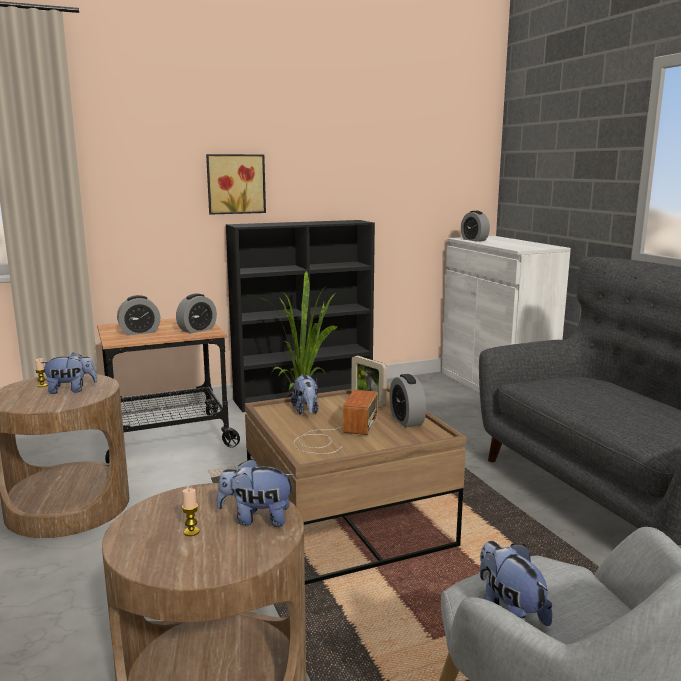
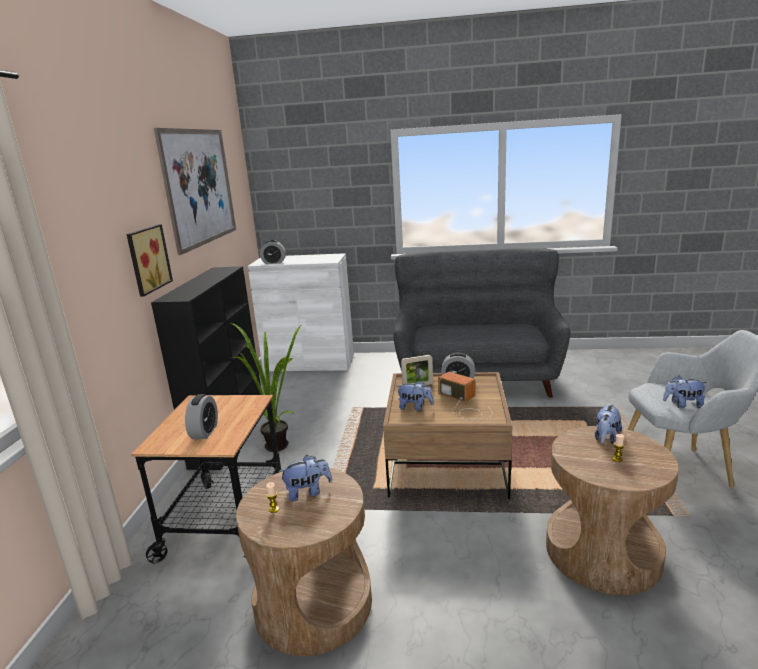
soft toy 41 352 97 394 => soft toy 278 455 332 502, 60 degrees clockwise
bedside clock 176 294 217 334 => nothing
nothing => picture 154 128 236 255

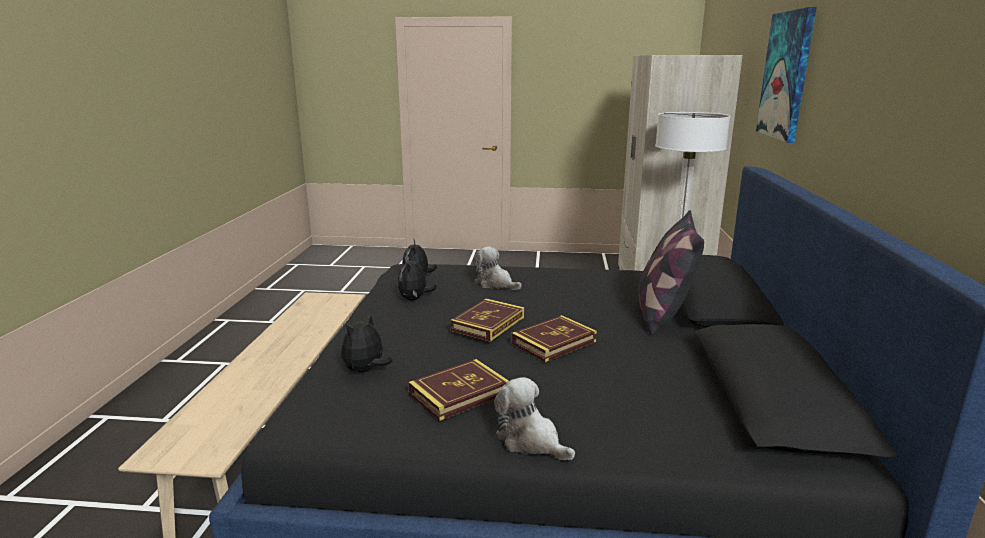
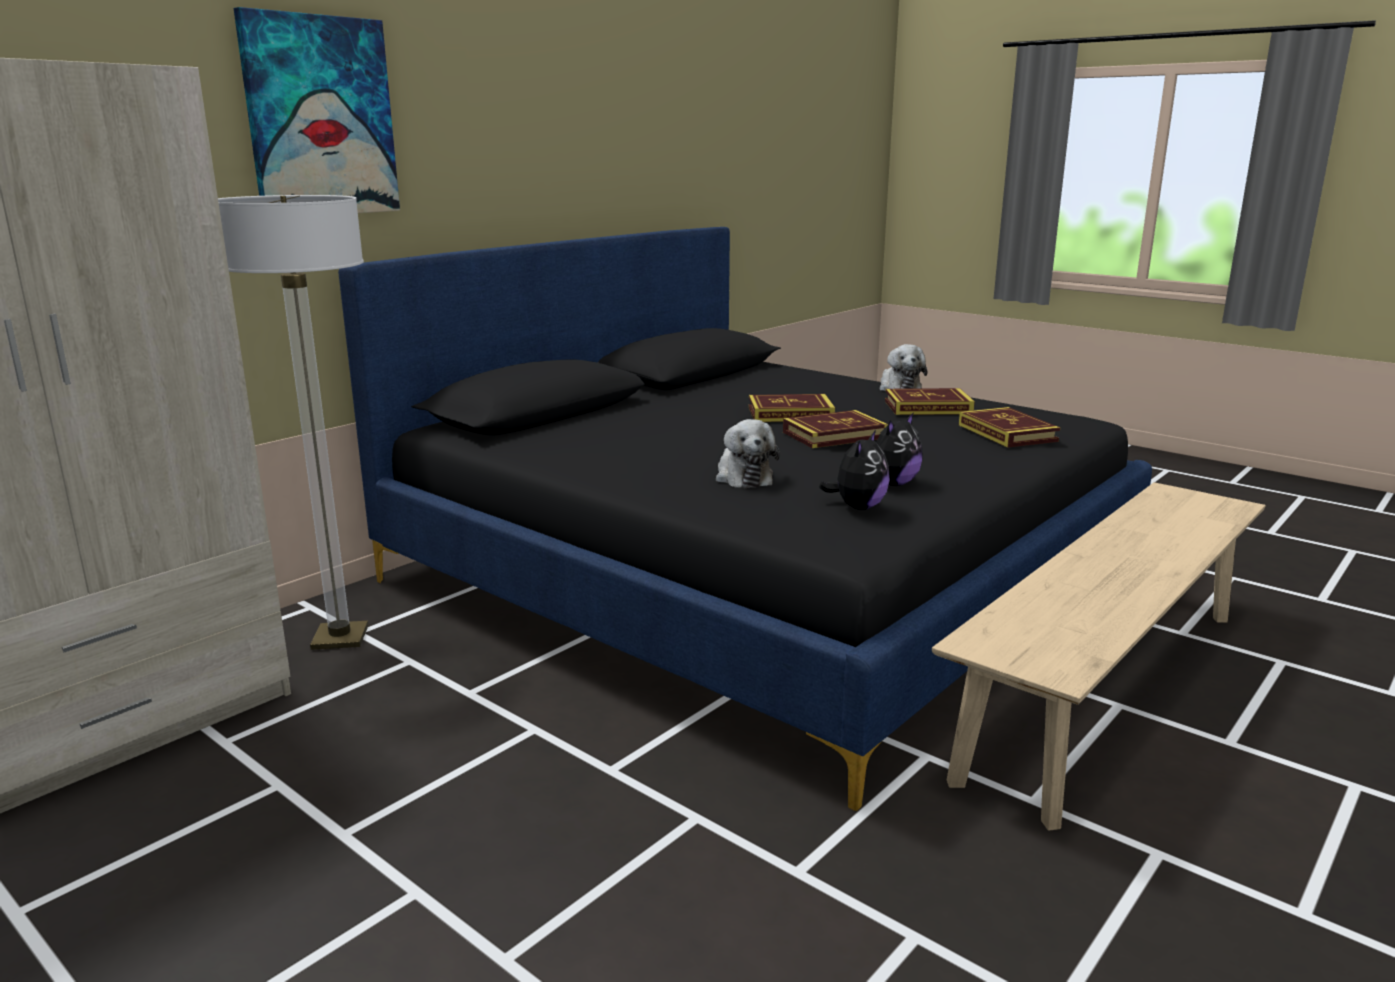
soft toy 341 314 392 372 => book 959 407 1060 448
throw pillow 638 210 704 335 => nothing

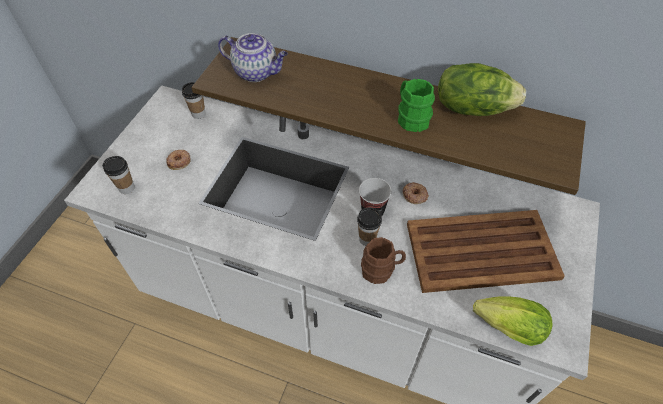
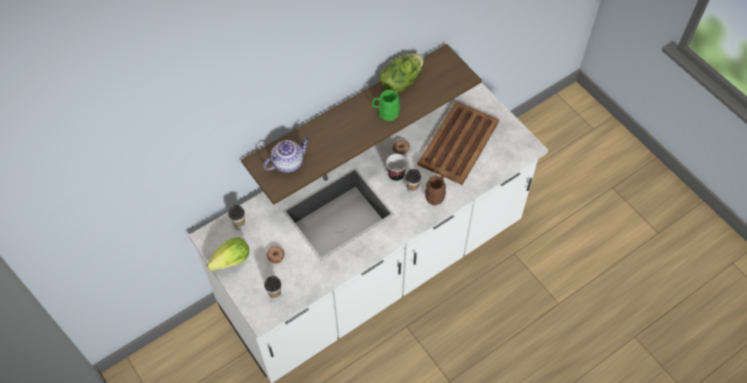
head of lettuce 473 296 552 346 => head of lettuce 206 237 249 271, move

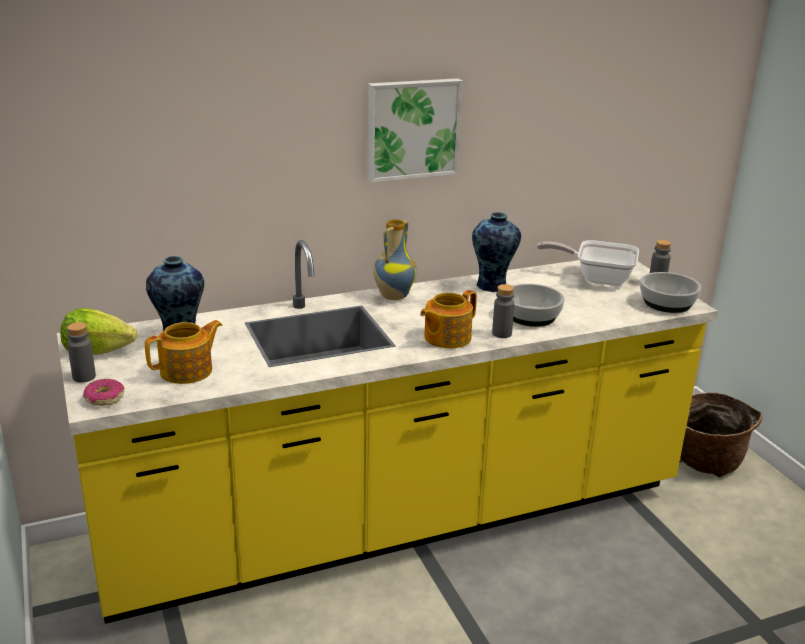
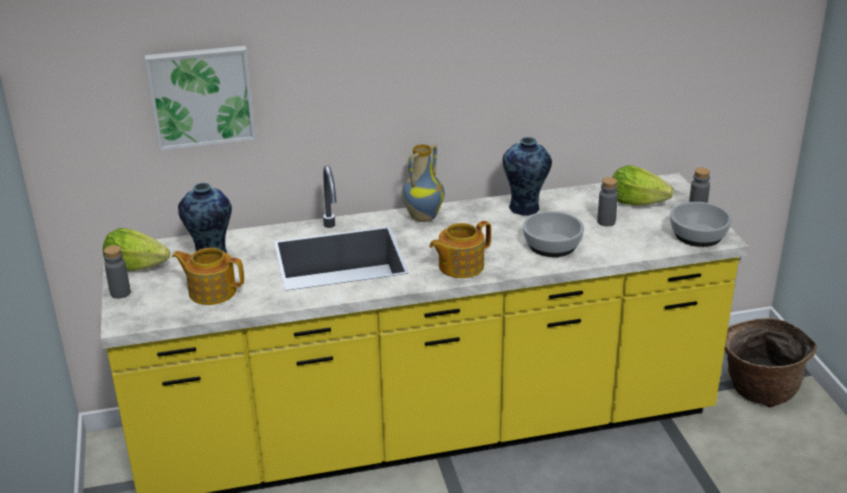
donut 83 379 124 406 => nothing
tea pot 145 320 222 384 => tea pot 172 248 244 305, 135 degrees counterclockwise
picture 367 78 463 183 => picture 145 46 256 151, move
greyish beverage bottle 492 284 515 338 => greyish beverage bottle 597 177 618 226, move
skillet 537 240 639 286 => head of lettuce 612 165 673 206

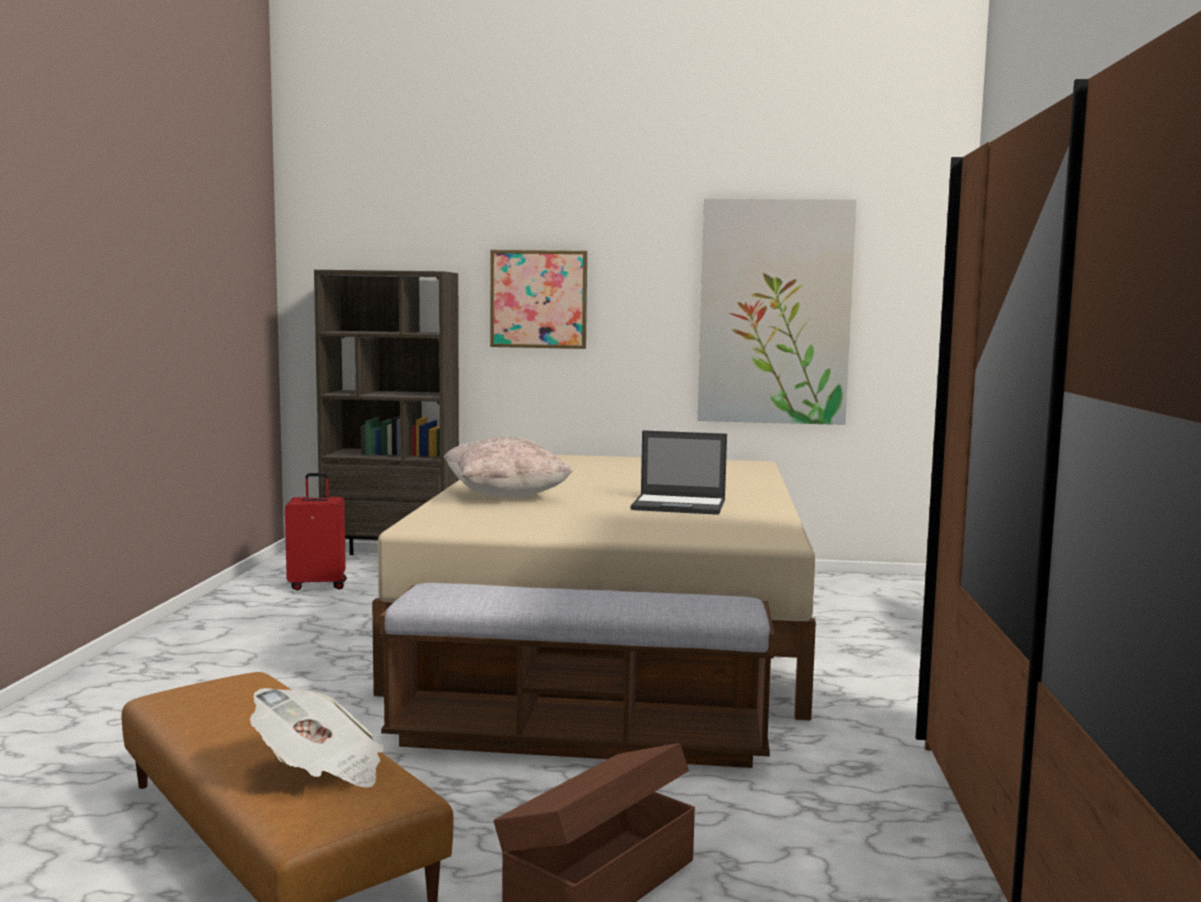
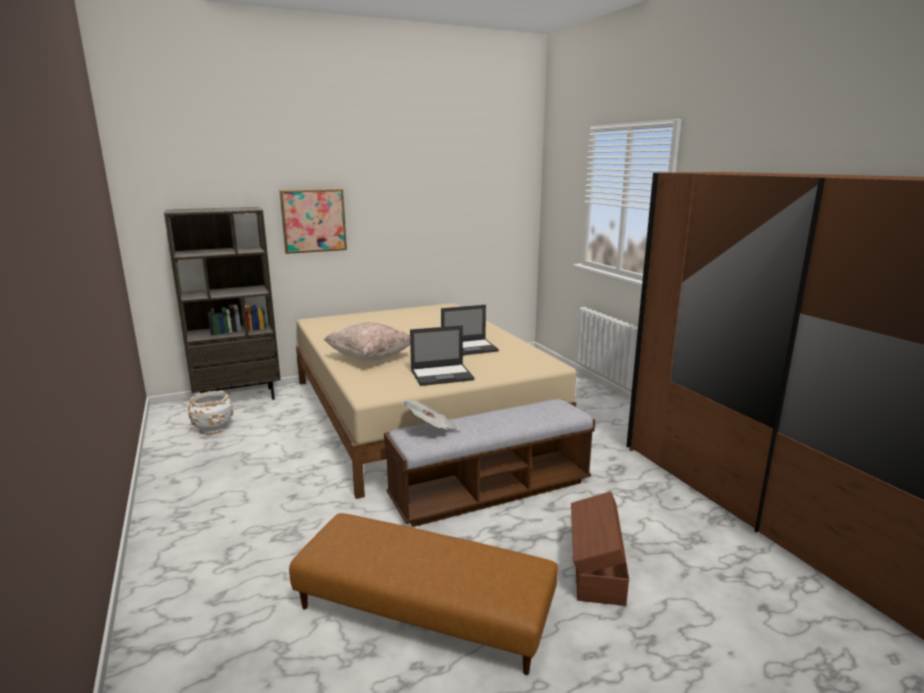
newspaper 250 688 384 788 => newspaper 401 400 461 430, move
red-coloured travel case 285 473 347 591 => whitish flower pot 188 391 233 435
picture 698 199 856 425 => nothing
nothing => portable computer 410 325 475 386

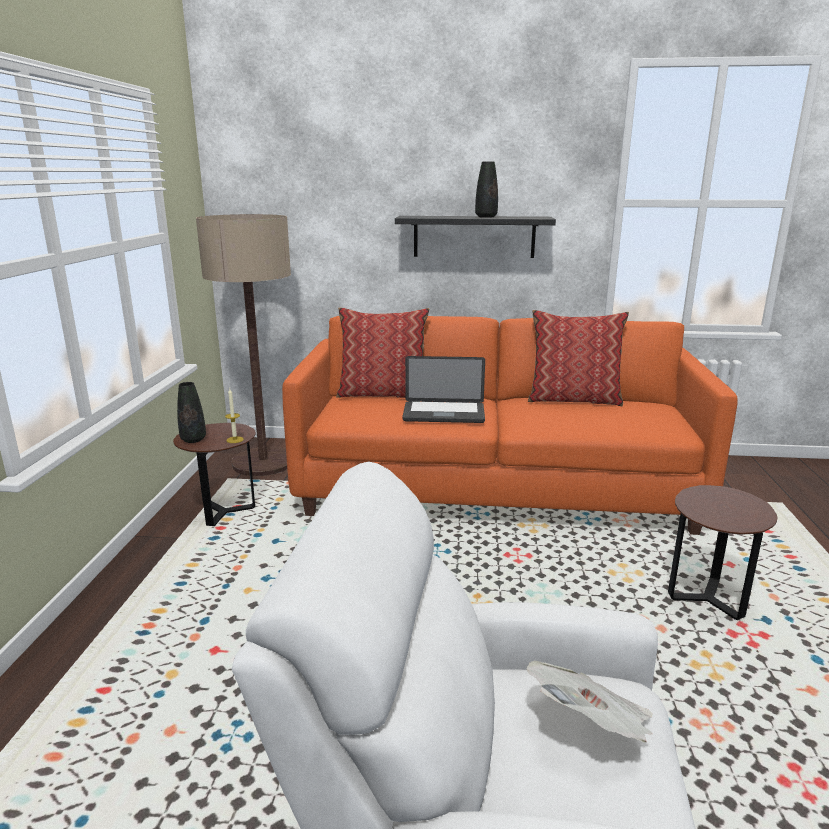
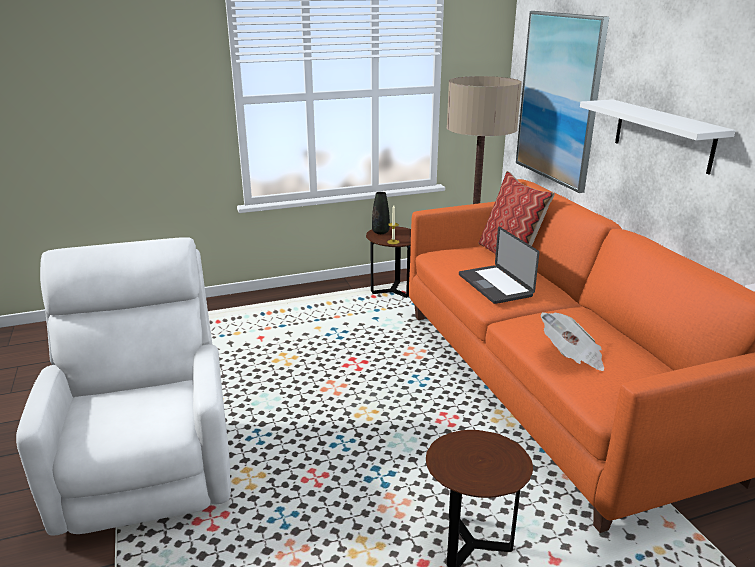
black-coloured bracket shelf 395 216 556 258 => whitish bracket shelf 580 99 736 175
black-coloured decorative vase 475 162 498 218 => nothing
newspaper 527 661 653 743 => newspaper 541 312 605 371, move
throw pillow 528 310 629 406 => nothing
nothing => picture 516 11 609 193

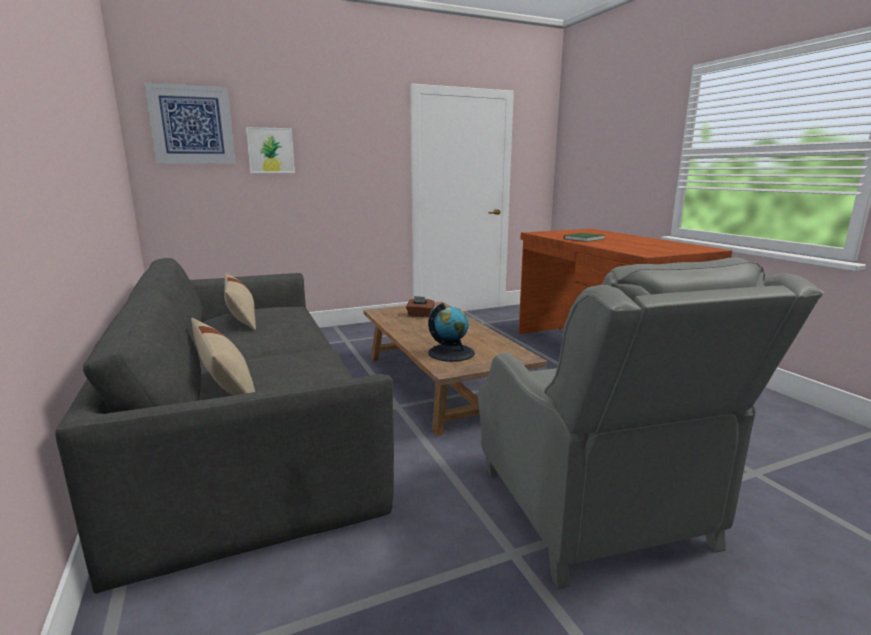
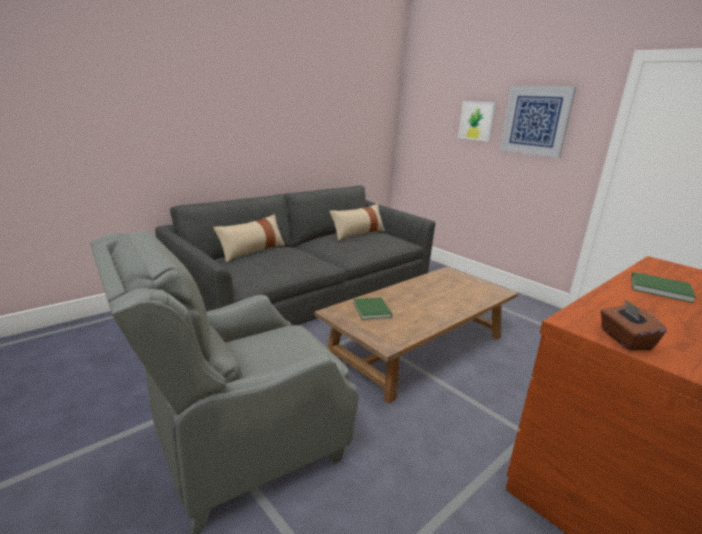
picture 144 82 236 164 => picture 500 86 576 158, move
brown tissue box 406 296 435 317 => brown tissue box 600 299 667 350, move
world globe 428 303 475 362 => green-coloured book 353 297 392 320

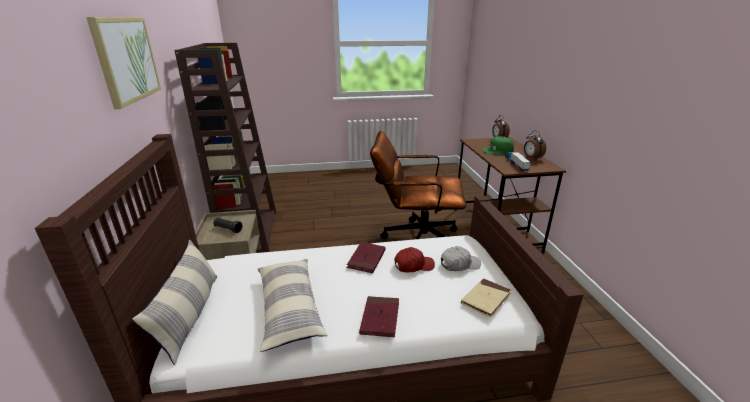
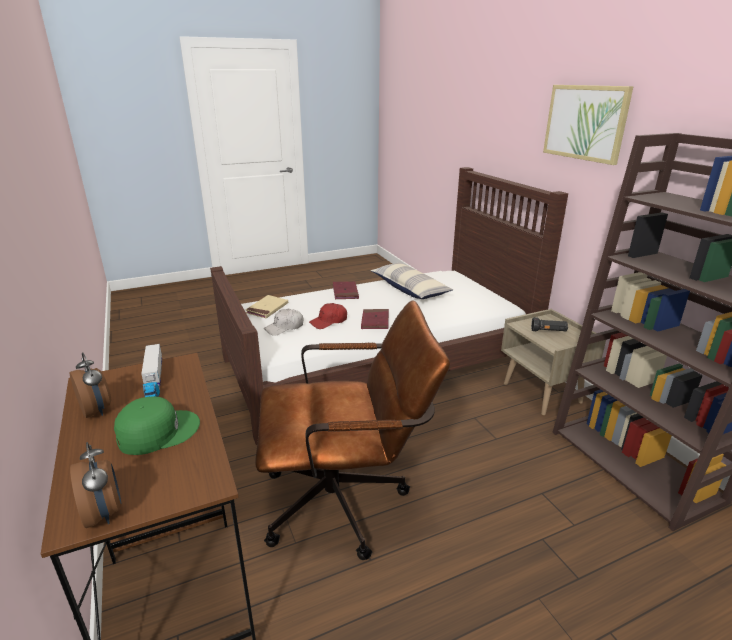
throw pillow 132 239 217 365 => nothing

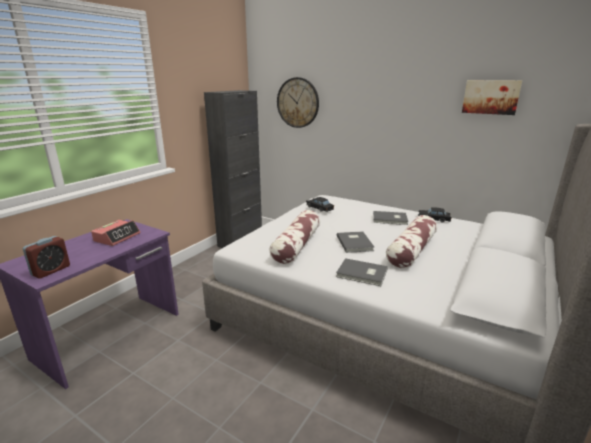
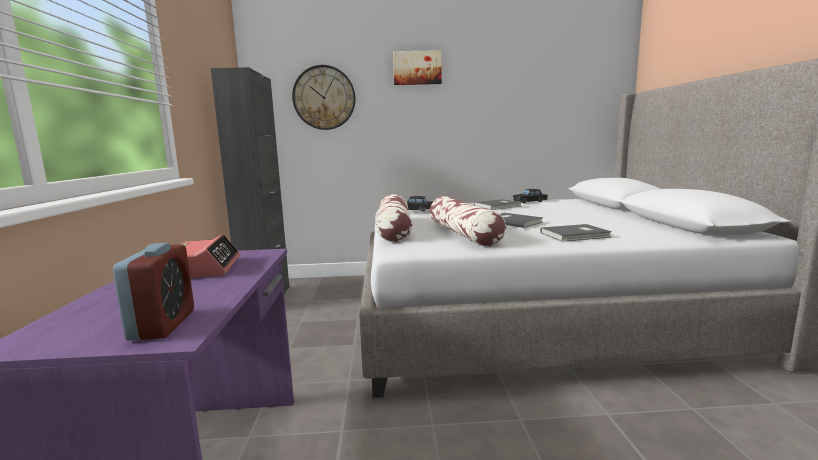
throw pillow 386 215 437 268 => throw pillow 376 194 412 242, move
picture 462 80 522 115 => picture 393 50 442 85, move

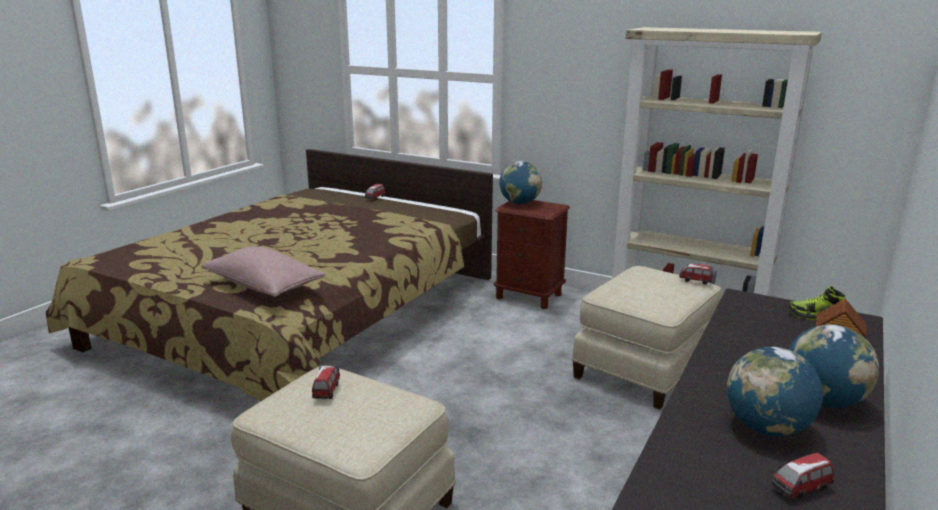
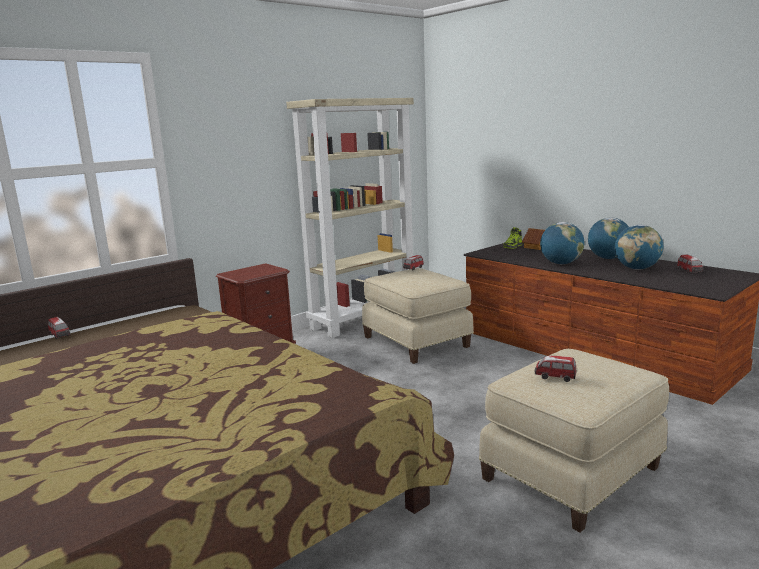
pinkish throw pillow 201 246 326 297 => nothing
world globe 499 161 542 204 => world globe 540 222 584 264, move

